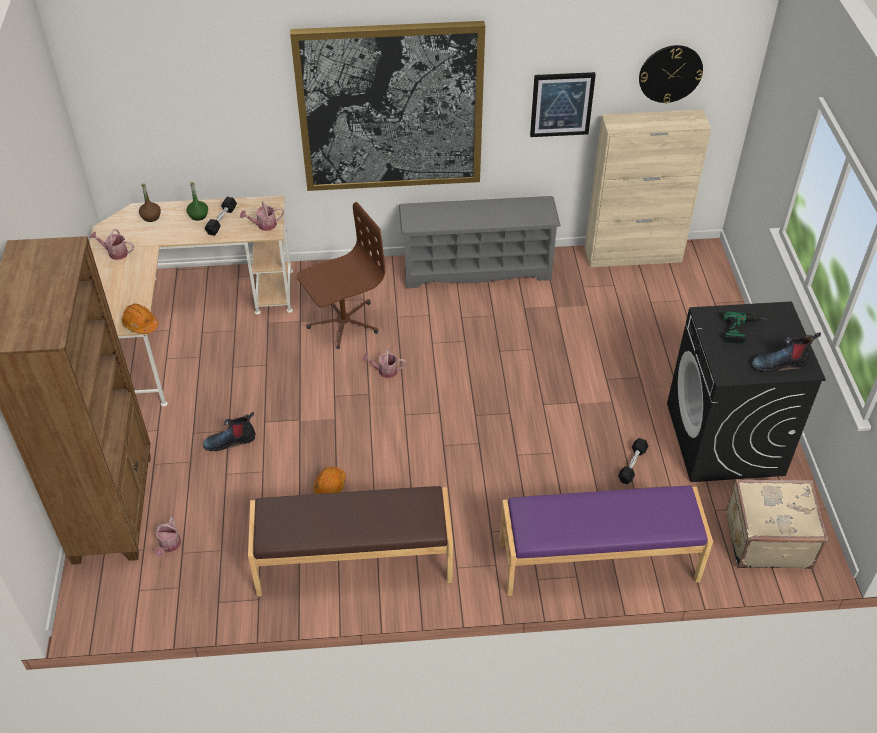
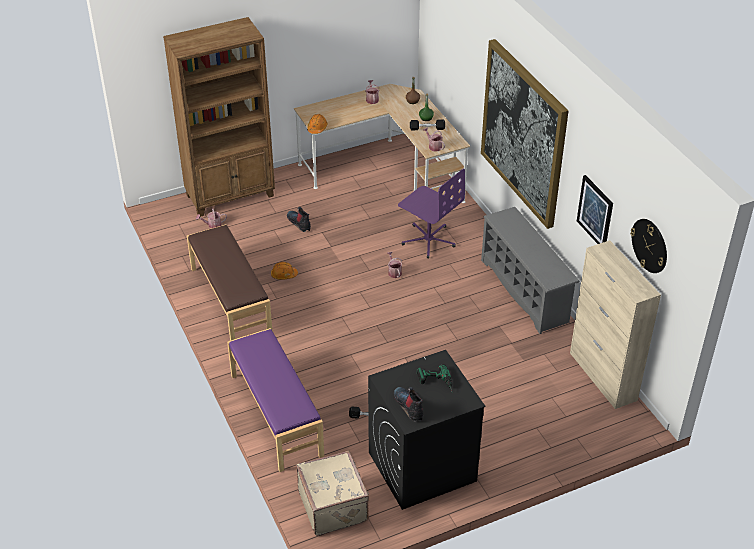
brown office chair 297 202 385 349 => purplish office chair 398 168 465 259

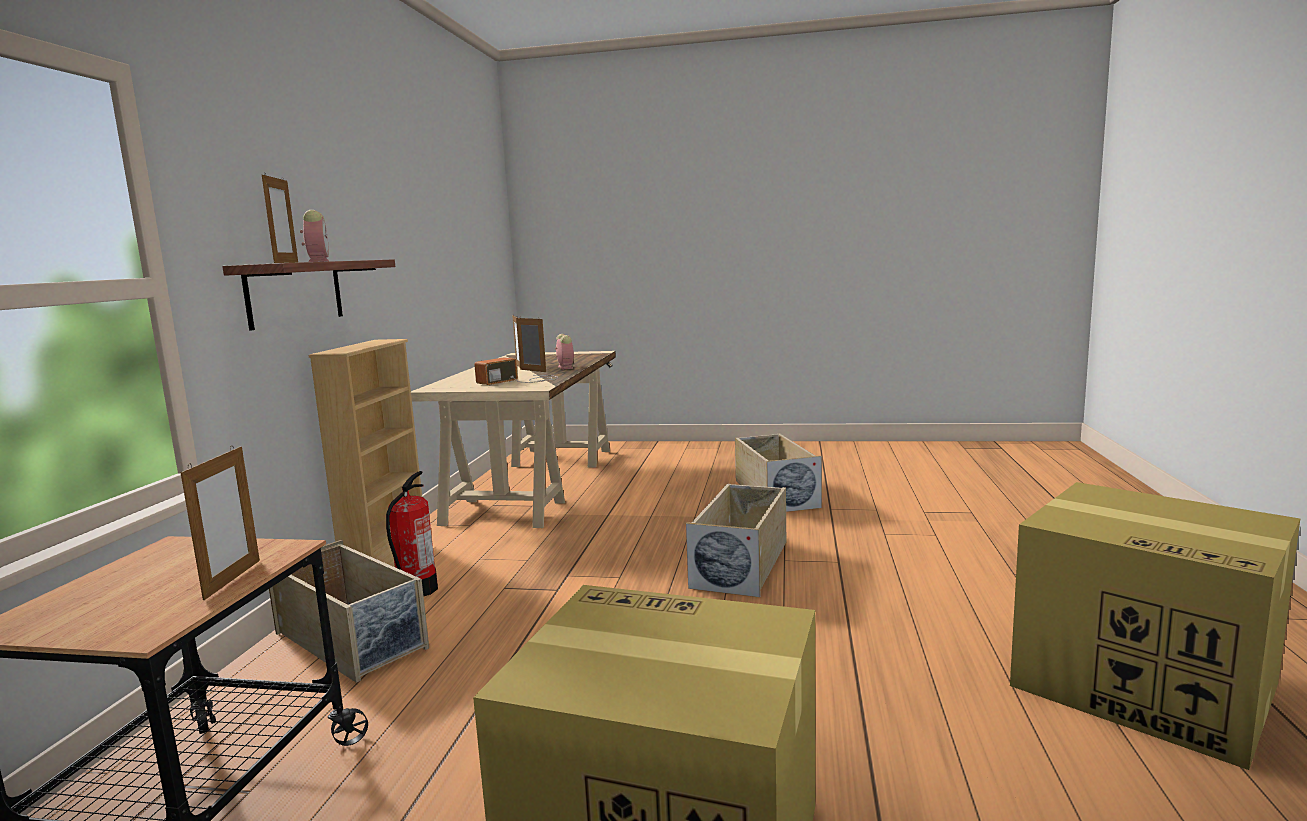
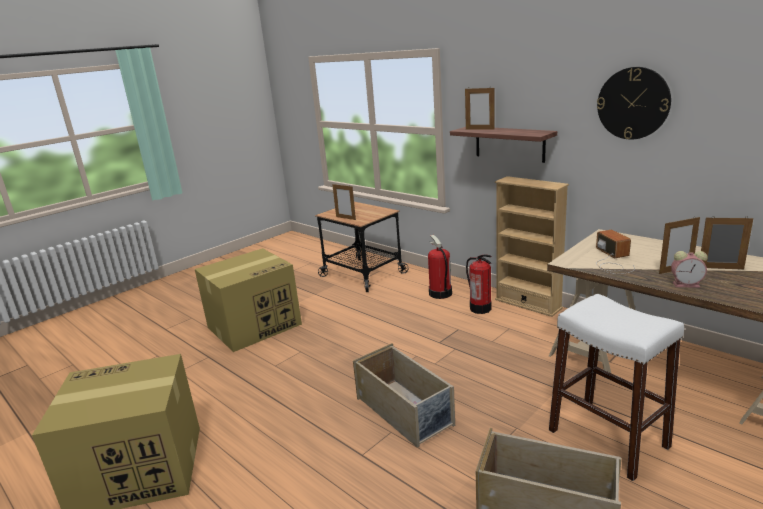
beige storage bin 269 540 429 683 => extinguisher 428 235 452 299
bedside clock 300 210 329 262 => nothing
nothing => whitish sitting stool 549 294 684 481
nothing => clock on the wall 597 67 671 140

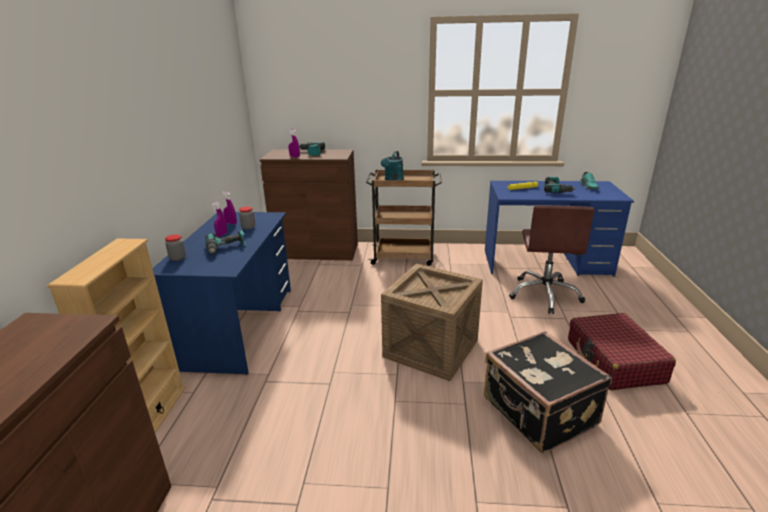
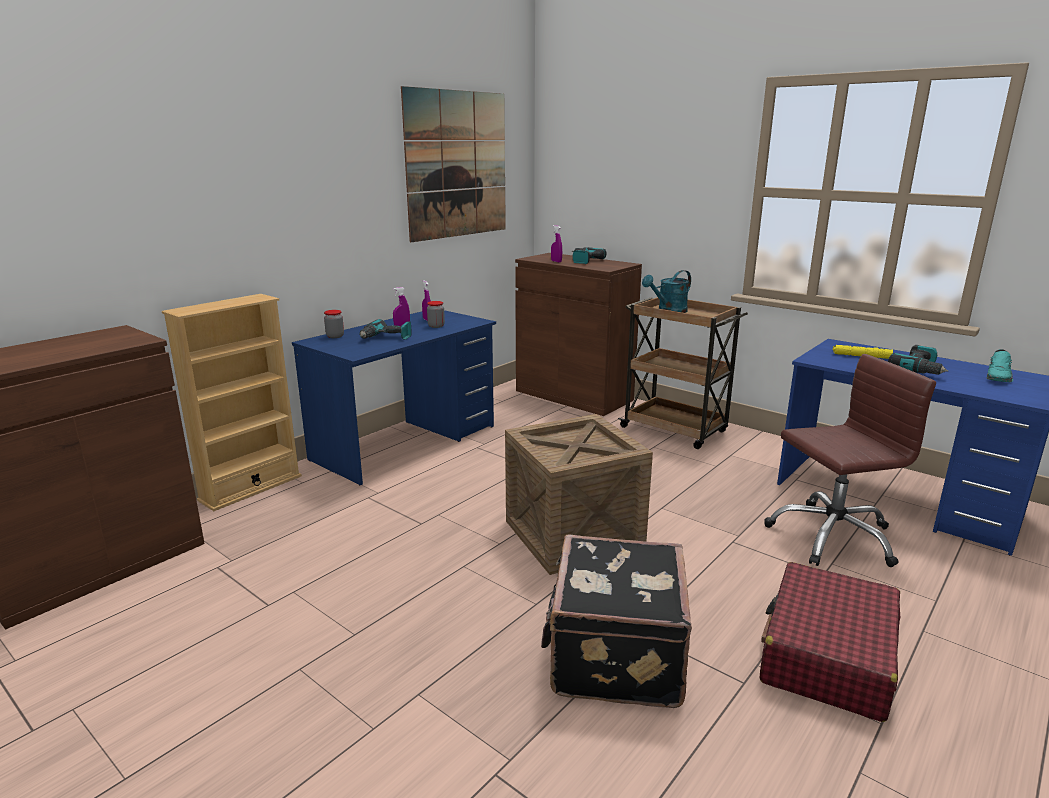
brown office chair 509 205 595 314 => brown office chair 764 354 936 567, 150 degrees counterclockwise
nothing => picture 401 86 506 242

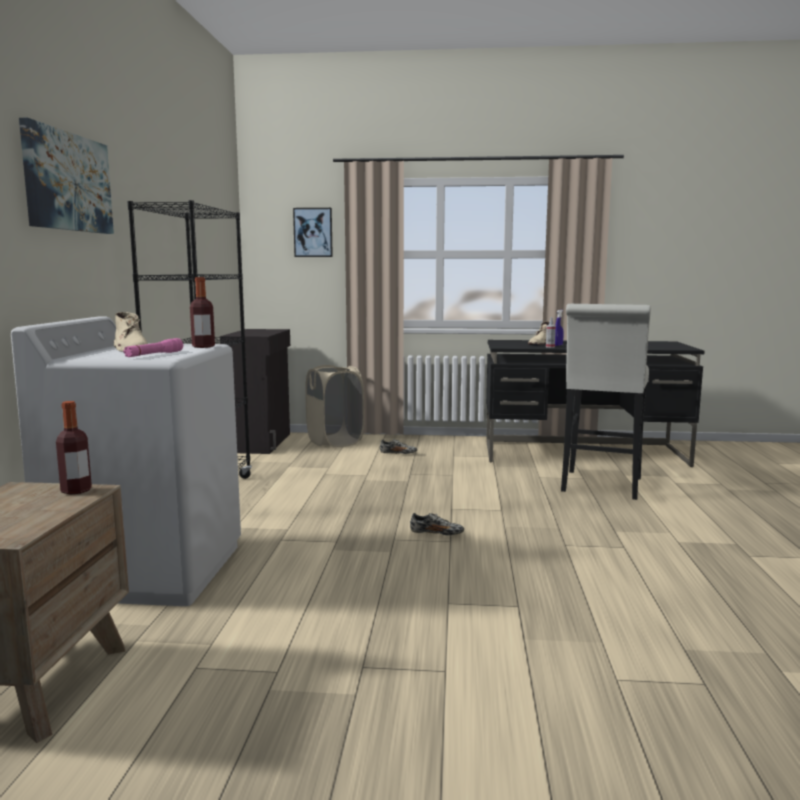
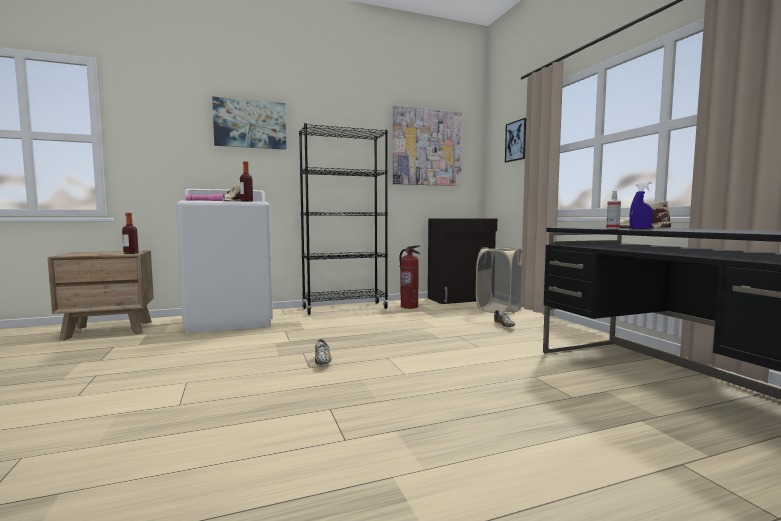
whitish sitting stool 561 304 651 500 => nothing
nothing => picture 393 106 462 186
nothing => extinguisher 399 245 420 309

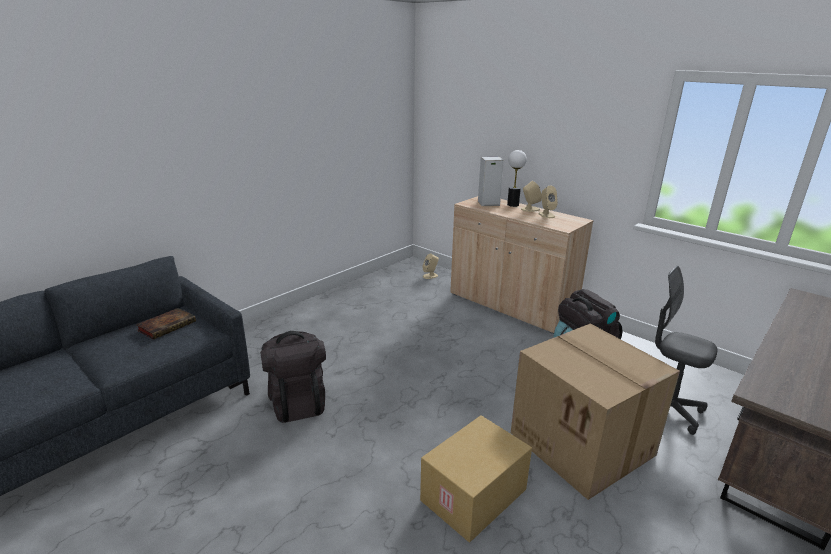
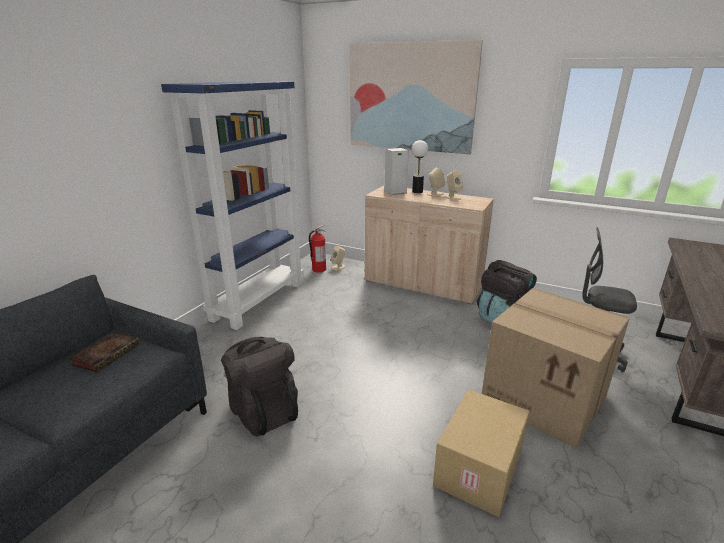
nothing => blue shelving unit 161 81 304 330
nothing => extinguisher 309 224 326 273
nothing => picture 350 40 483 154

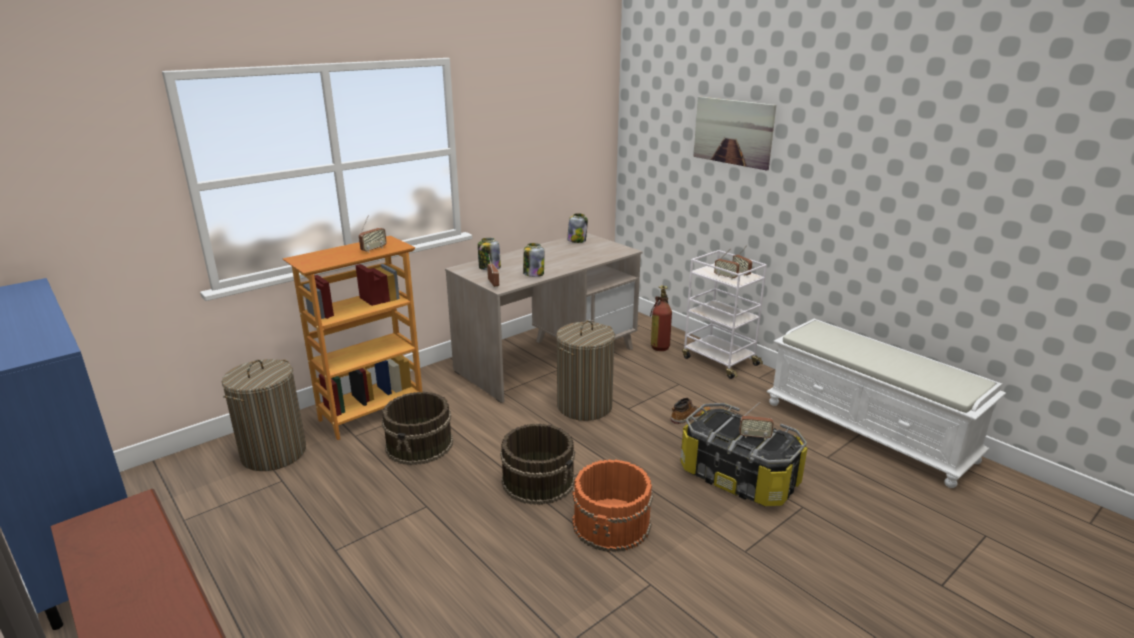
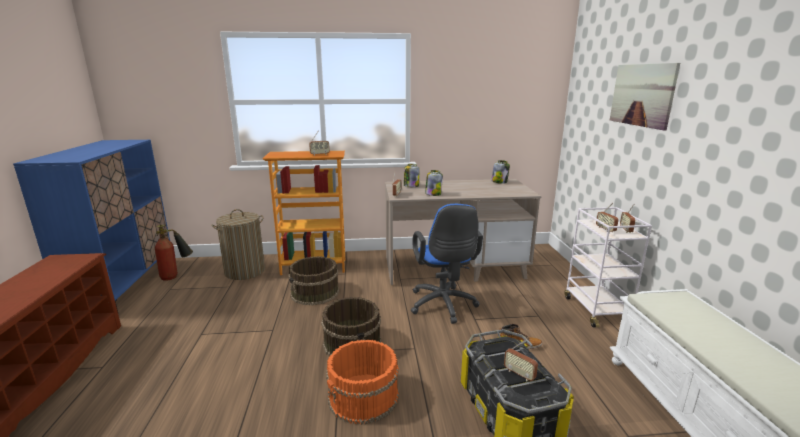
washing basket 556 320 615 421 => blue office chair 411 204 483 324
extinguisher 650 285 672 351 => extinguisher 155 224 193 281, move

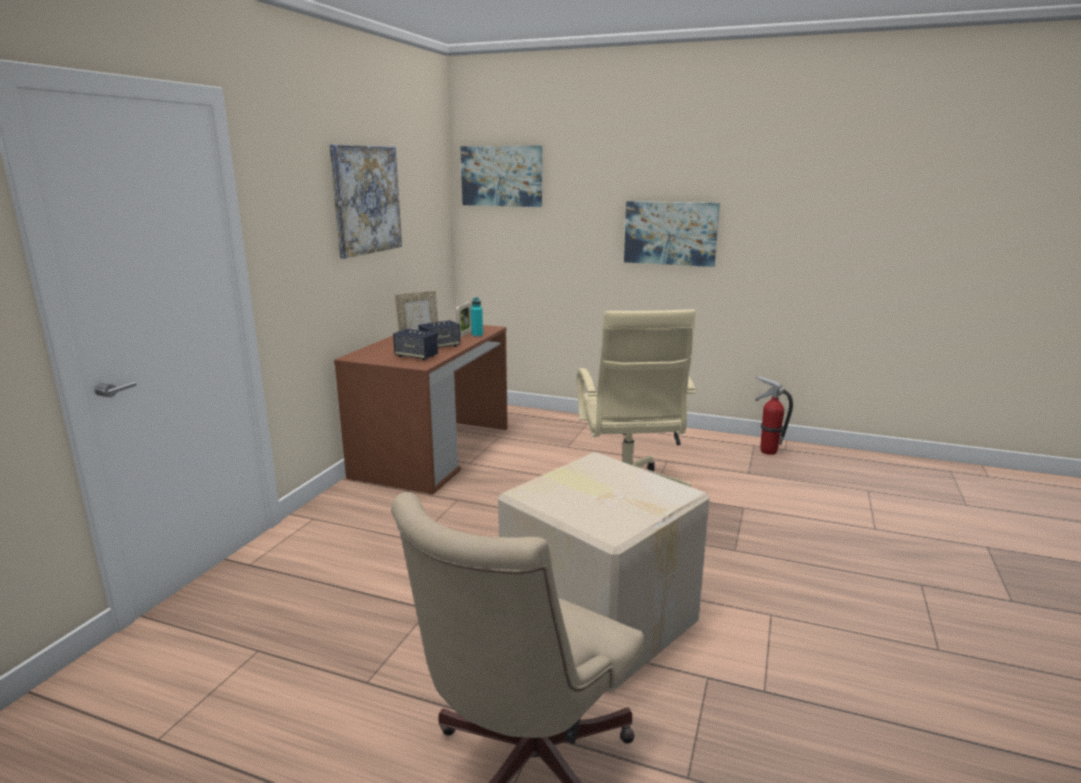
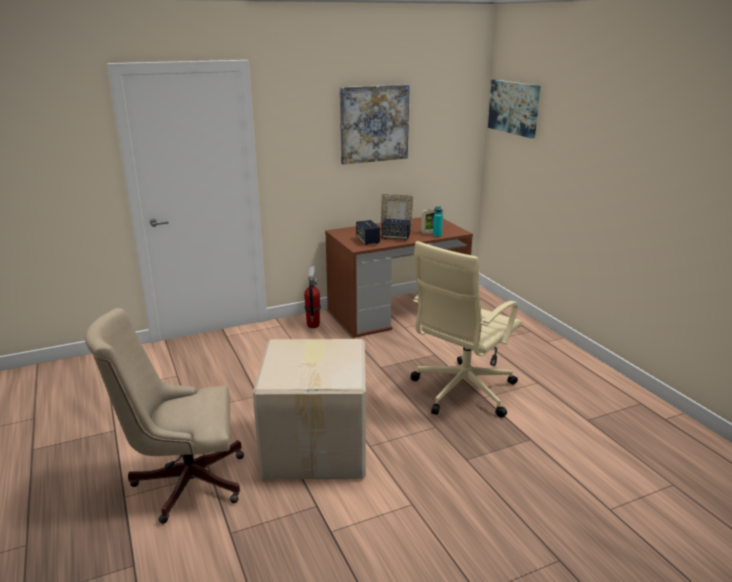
picture 624 201 720 267 => nothing
extinguisher 755 375 793 455 => extinguisher 304 266 321 328, move

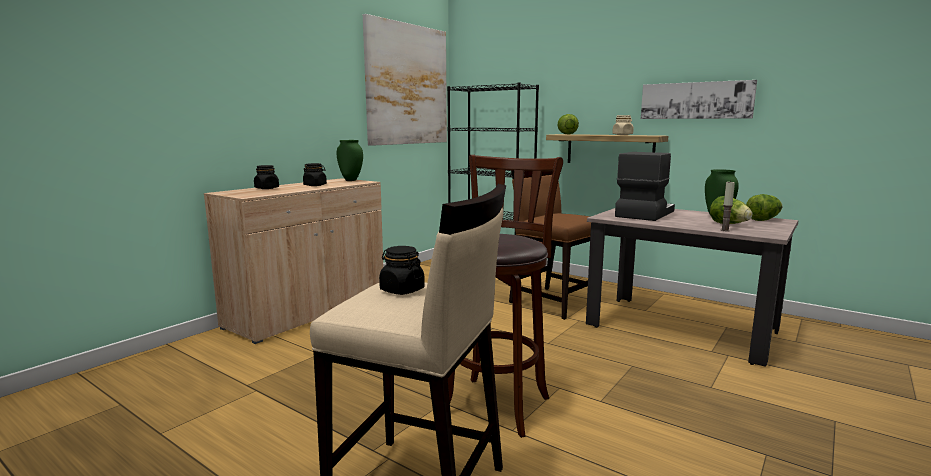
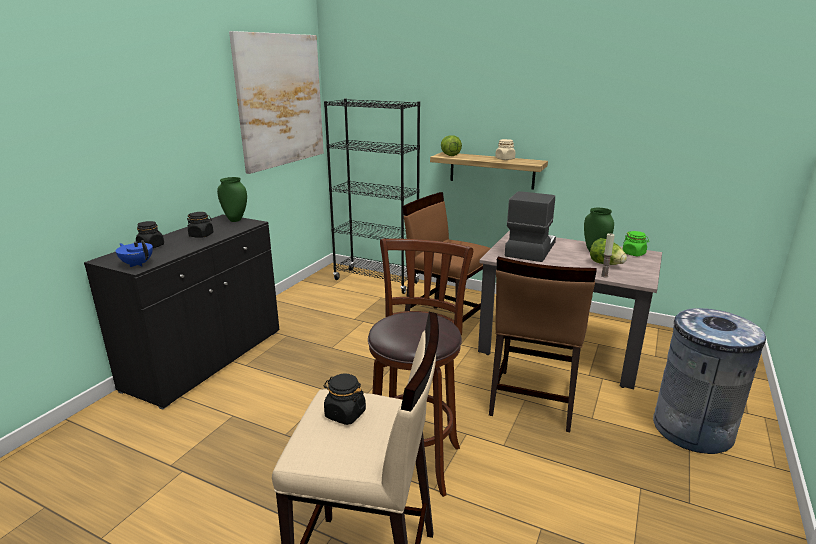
beige cabinet 204 178 383 344 => black-coloured cabinet 84 214 279 410
picture 641 80 757 119 => nothing
head of lettuce 746 194 782 221 => green-coloured preserve jar 622 231 649 256
nothing => blue tea pot 116 240 153 267
nothing => brown chair 489 257 597 432
nothing => greyish trash can 653 308 766 454

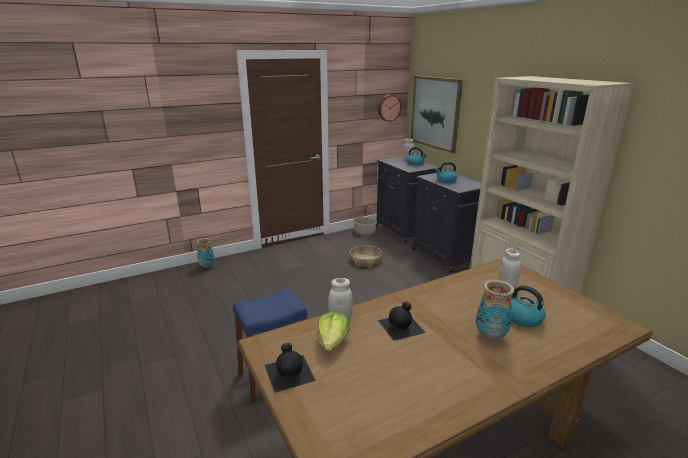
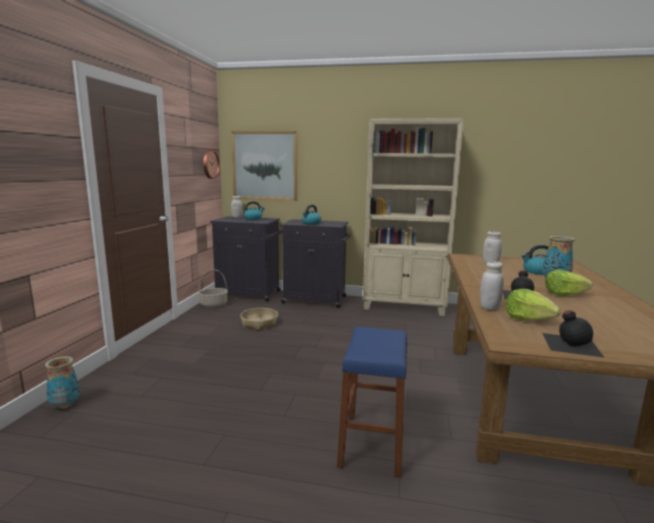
nothing => head of lettuce 545 270 592 296

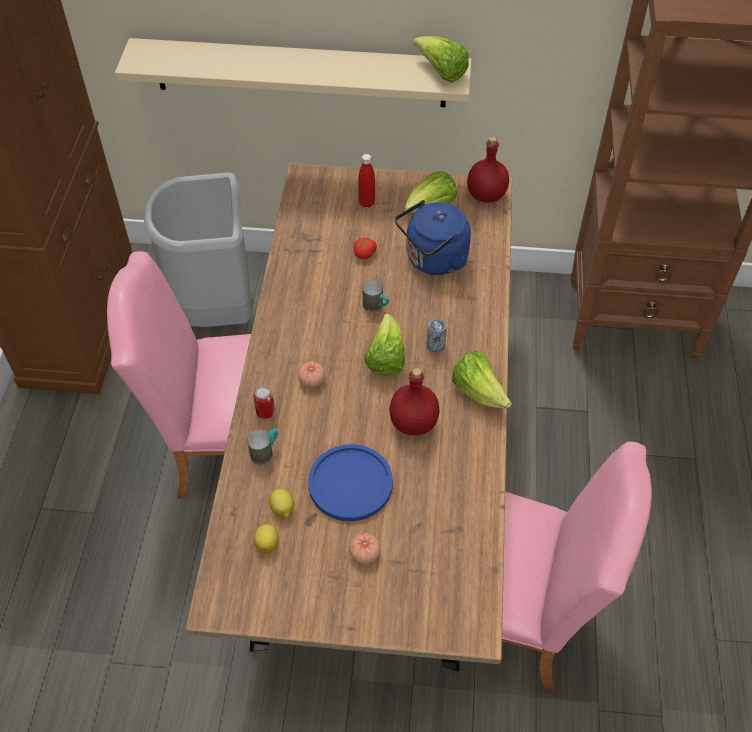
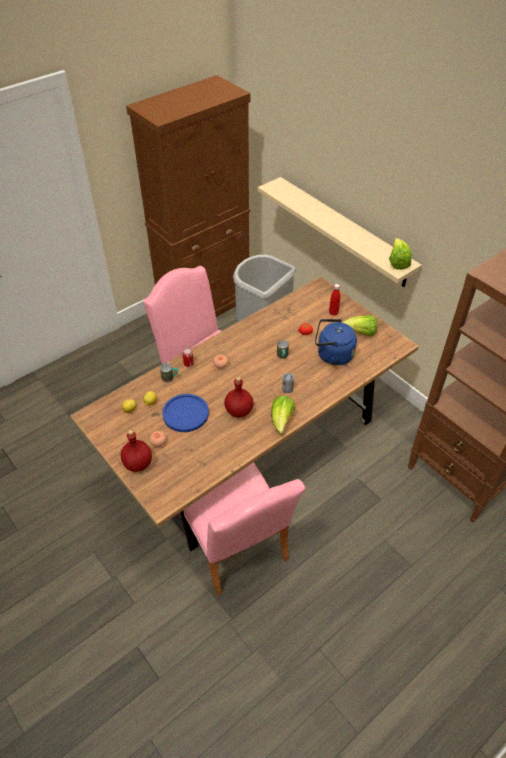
head of lettuce 364 314 405 376 => nothing
red-coloured beverage bottle 467 136 509 203 => red-coloured beverage bottle 121 430 152 472, move

